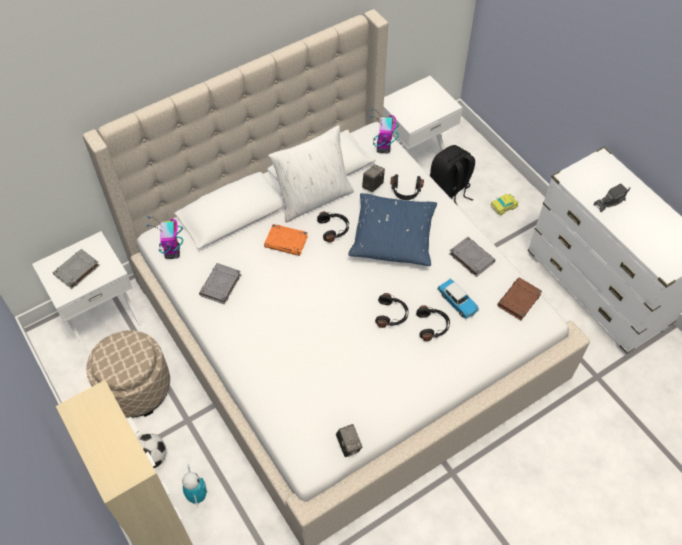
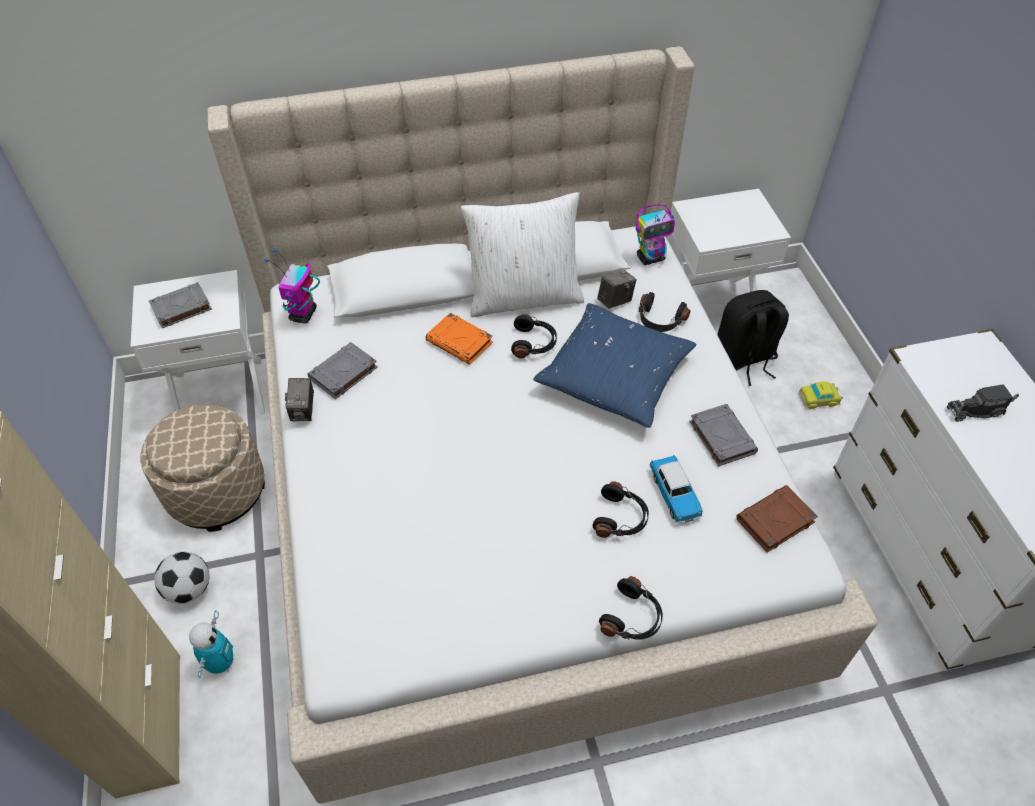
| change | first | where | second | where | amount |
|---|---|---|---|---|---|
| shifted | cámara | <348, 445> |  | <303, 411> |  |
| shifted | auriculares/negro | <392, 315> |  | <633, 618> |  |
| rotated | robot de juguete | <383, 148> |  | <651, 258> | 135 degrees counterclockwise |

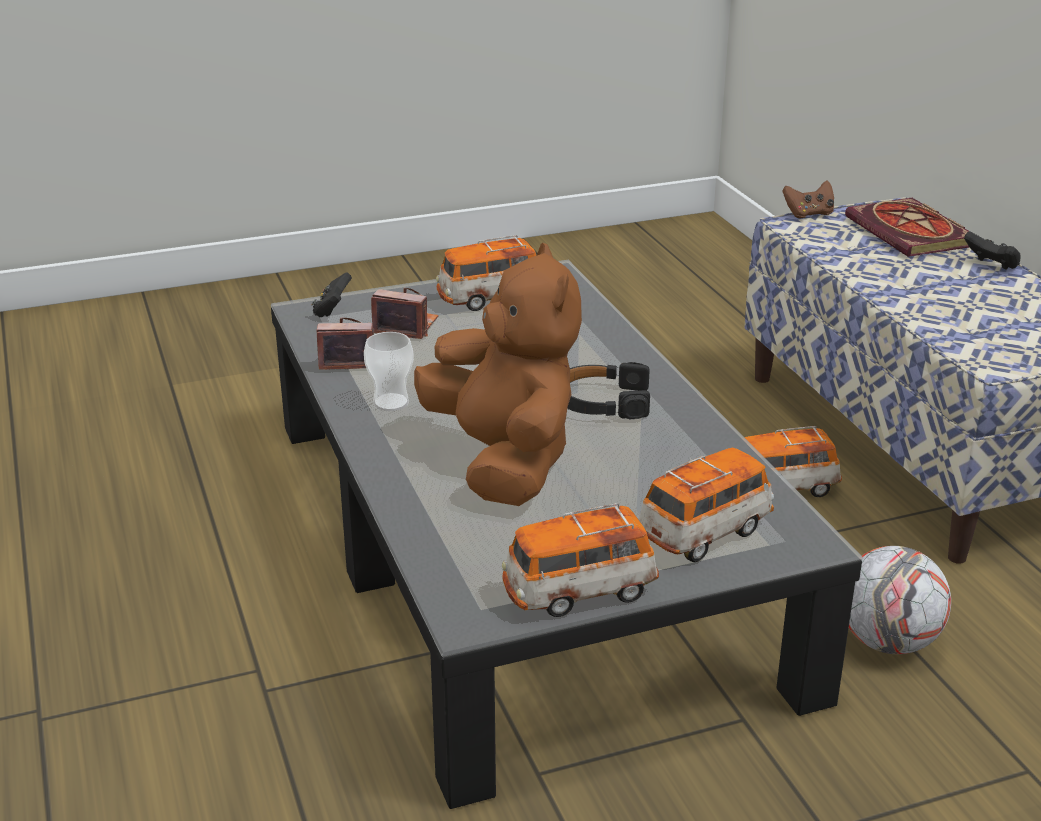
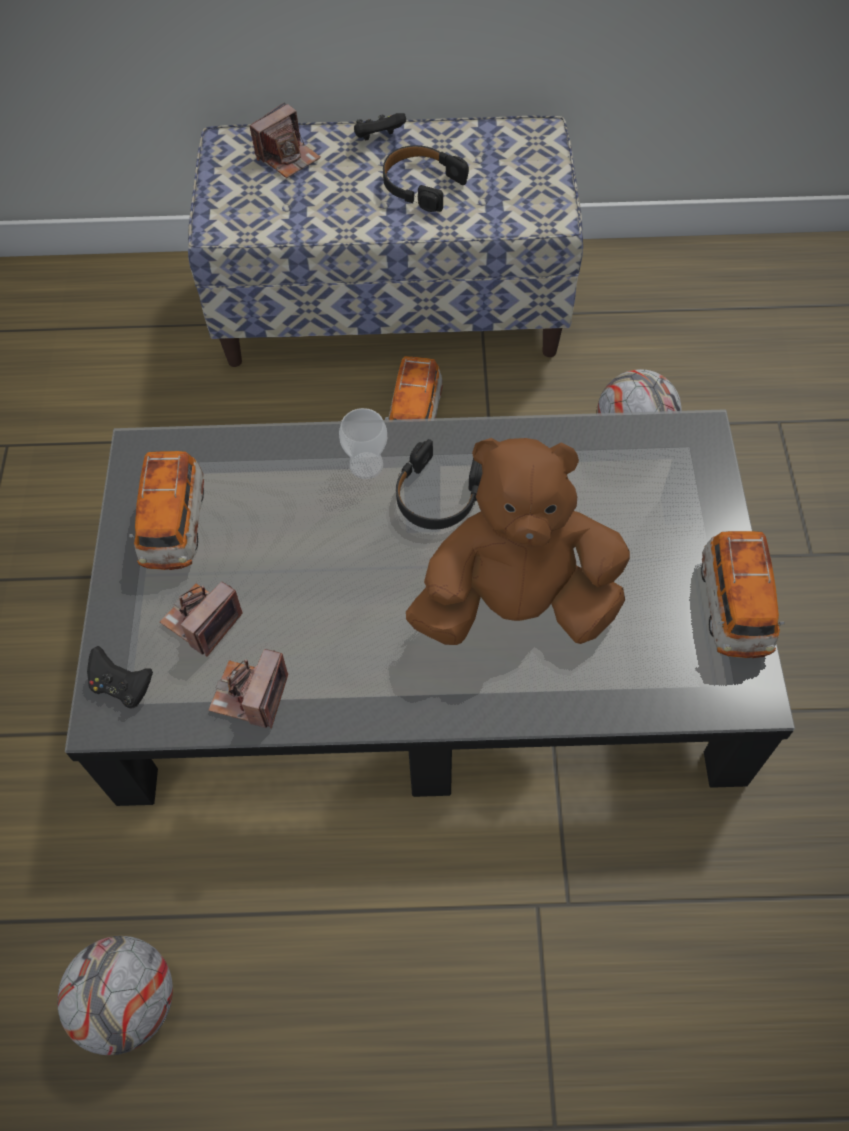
| change | first | where | second | where | amount |
|---|---|---|---|---|---|
| new |  |  | balón de fútbol | <129, 1003> |  |
| swapped | libro | <912, 233> | cámara | <288, 157> |  |
| shifted | taza | <391, 402> |  | <366, 465> |  |
| new |  |  | auriculares/negro | <421, 185> |  |
| gone | coche de juguete | <705, 533> |  |  |  |
| gone | mando de consola/marrón | <809, 214> |  |  |  |

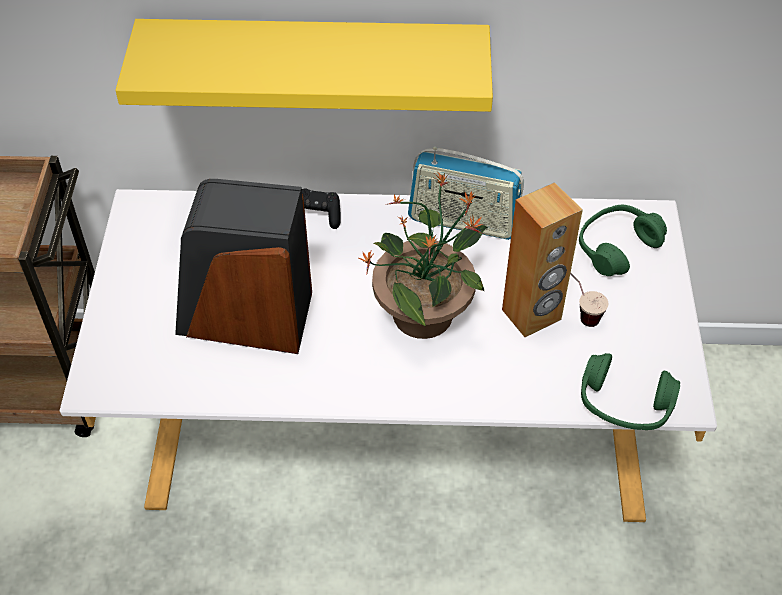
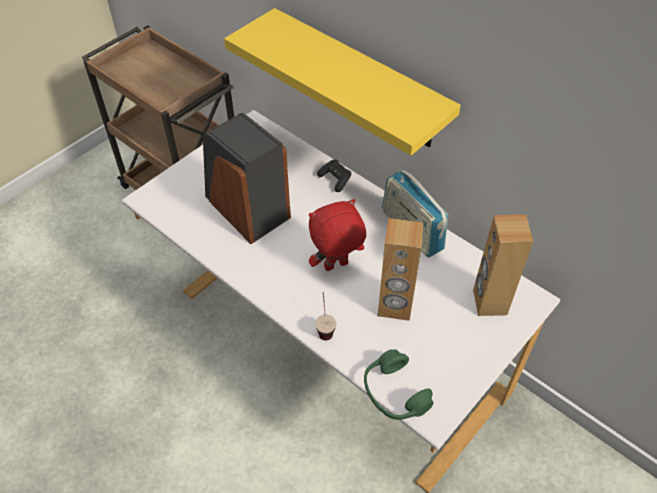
| change | first | where | second | where | amount |
|---|---|---|---|---|---|
| swapped | planta en maceta | <425, 314> | peluche/rojo | <336, 266> |  |
| shifted | taza | <580, 313> |  | <325, 327> |  |
| swapped | auriculares/verde | <616, 247> | altavoz/marrón | <489, 302> |  |

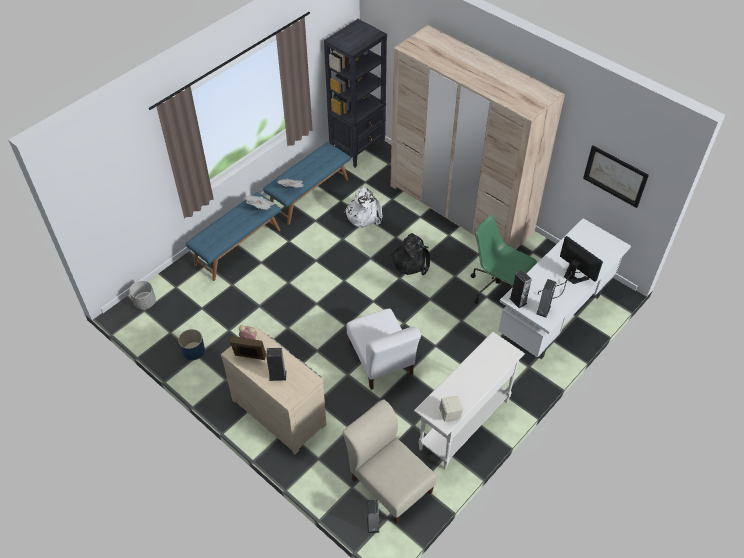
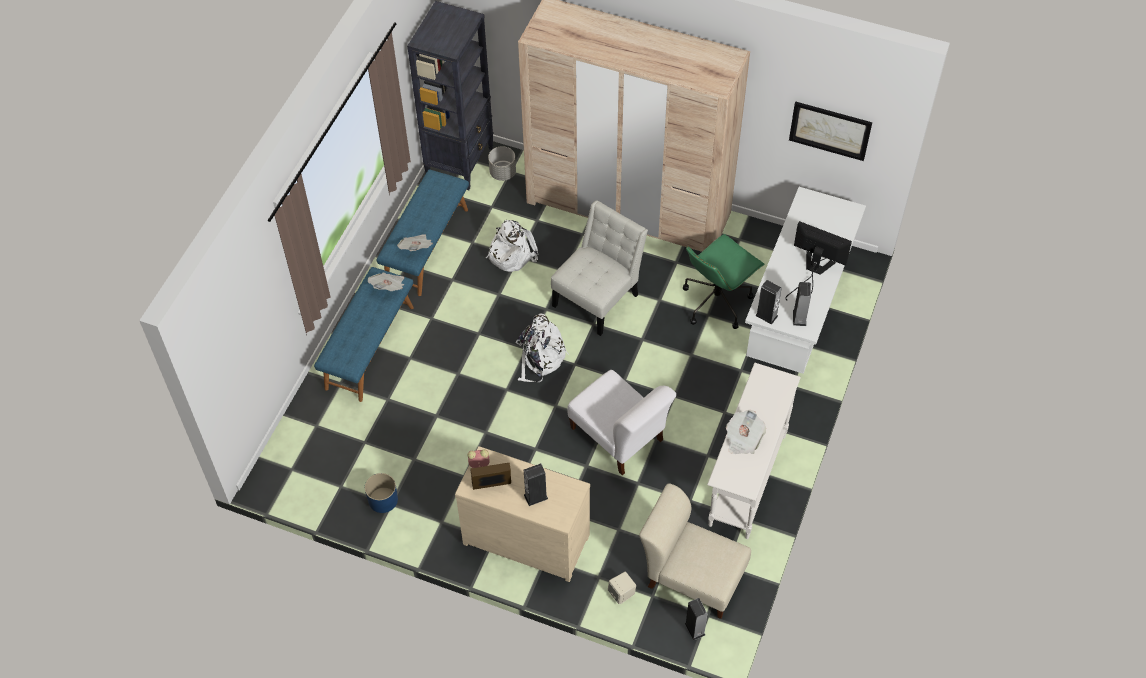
| change | first | where | second | where | amount |
|---|---|---|---|---|---|
| shifted | maceta/gris | <145, 302> |  | <502, 173> |  |
| new |  |  | mochila/blanco | <540, 358> |  |
| swapped | mochila/negro | <411, 261> | silla/blanco | <598, 297> |  |
| shifted | altavoz/beis | <450, 415> |  | <622, 594> |  |
| rotated | silla de oficina/verde | <497, 289> |  | <717, 301> | 60 degrees counterclockwise |
| new |  |  | periódico | <743, 439> |  |

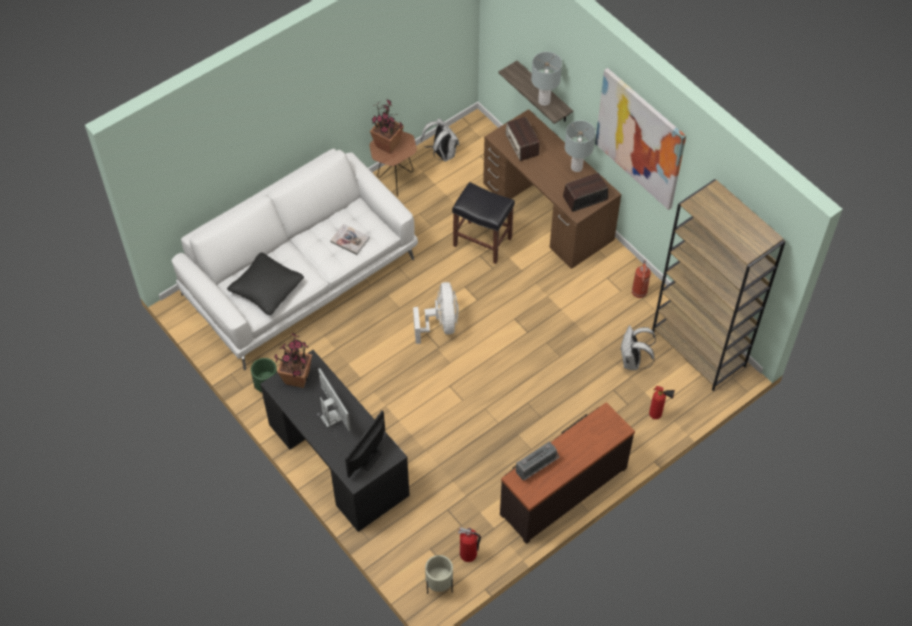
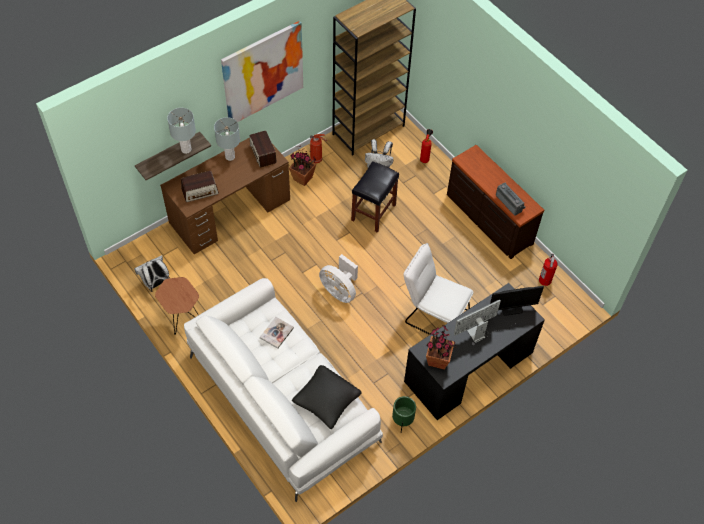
| change | first | where | second | where | amount |
|---|---|---|---|---|---|
| shifted | planta en maceta | <387, 145> |  | <303, 178> |  |
| rotated | ventilador/blanco | <440, 324> |  | <339, 291> | 135 degrees counterclockwise |
| shifted | taburete/negro | <481, 242> |  | <373, 213> |  |
| new |  |  | silla/blanco | <433, 314> |  |
| rotated | monitor | <368, 458> |  | <511, 308> | 45 degrees counterclockwise |
| gone | maceta/beis | <439, 586> |  |  |  |

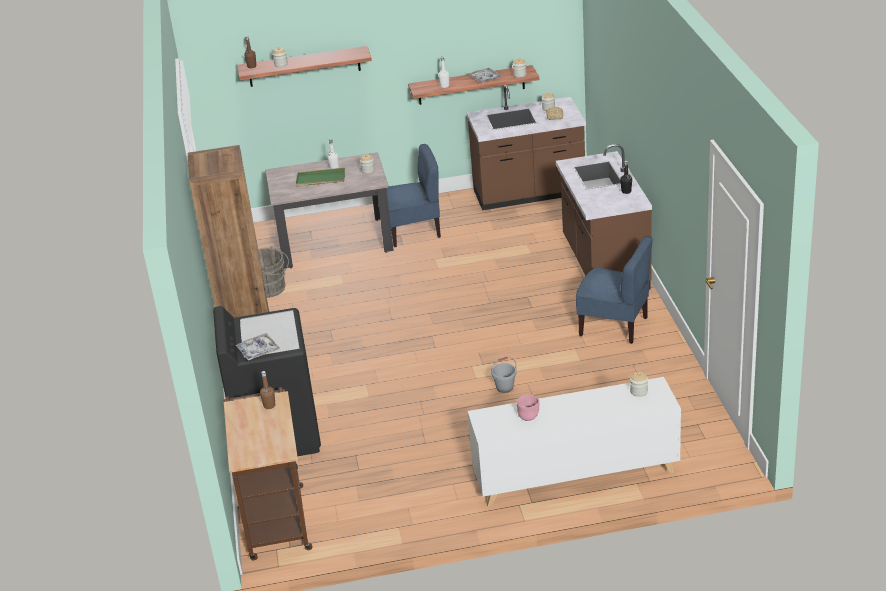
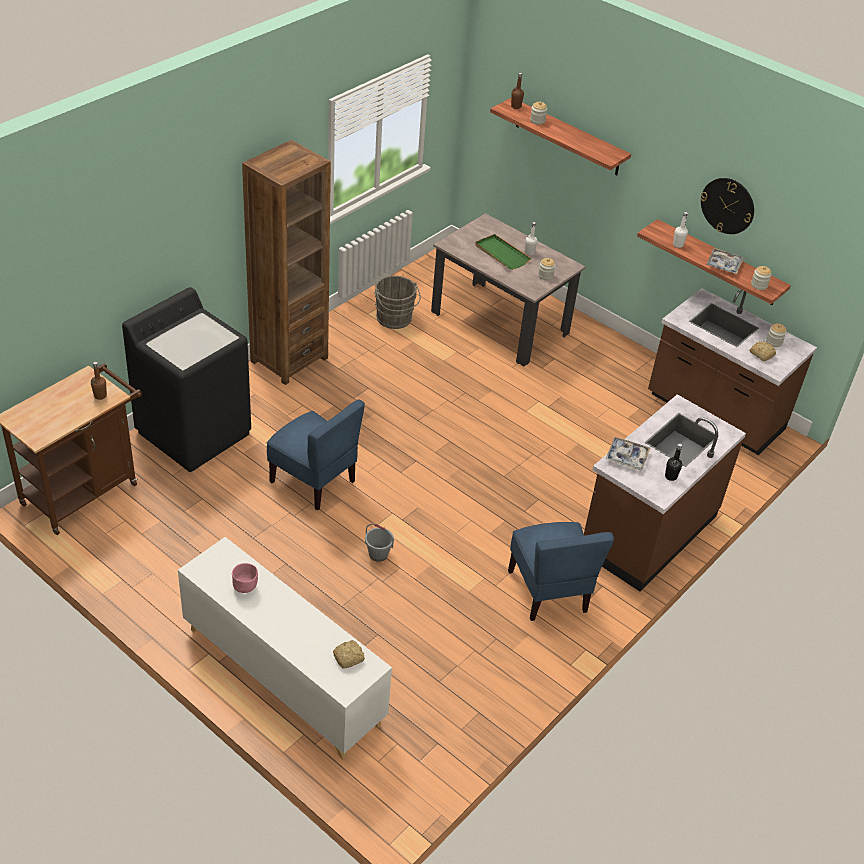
| change | first | where | second | where | amount |
|---|---|---|---|---|---|
| shifted | silla/azul | <413, 231> |  | <314, 481> |  |
| swapped | tarro | <639, 391> | pan | <349, 658> |  |
| shifted | bandeja | <258, 351> |  | <627, 457> |  |
| new |  |  | reloj de pared | <727, 205> |  |

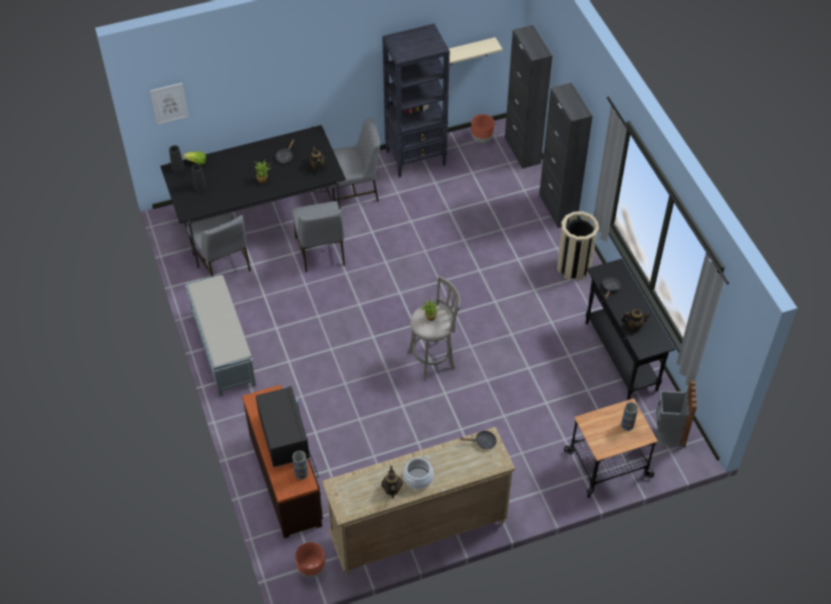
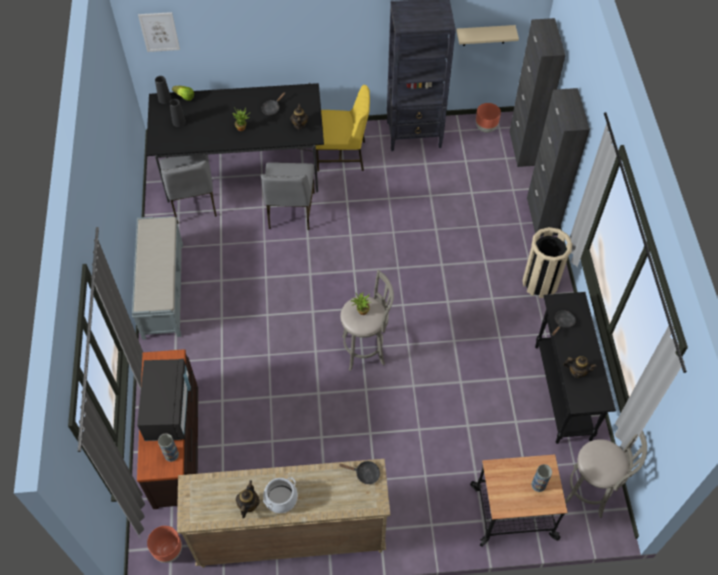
| change | first | where | second | where | amount |
|---|---|---|---|---|---|
| repainted | silla/gris | <353, 191> | silla/amarillo | <342, 155> |  |
| swapped | papelera/gris | <668, 432> | taburete/gris | <590, 492> |  |

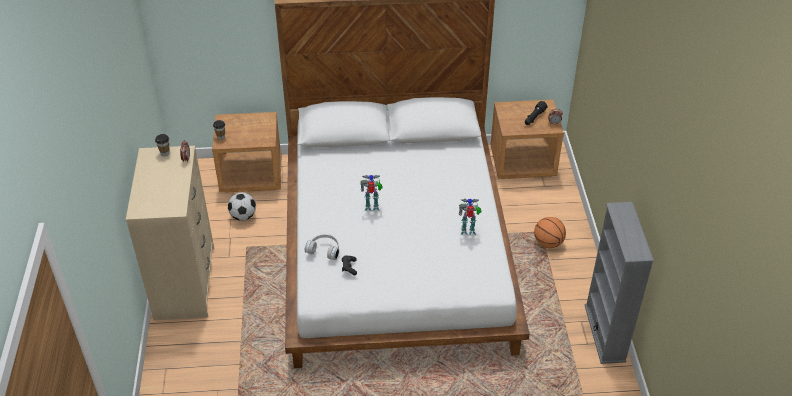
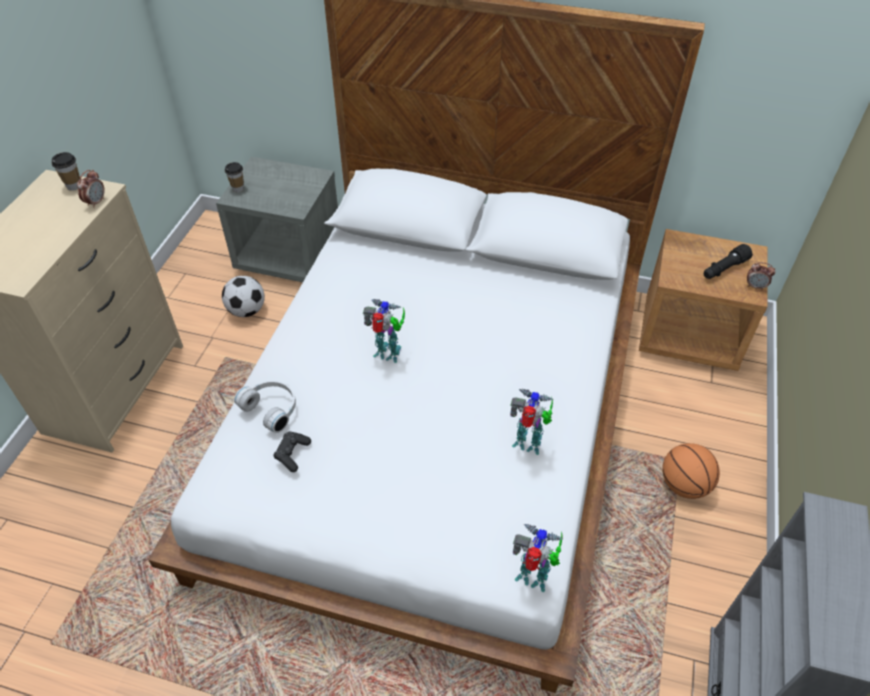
| change | first | where | second | where | amount |
|---|---|---|---|---|---|
| repainted | mesita de noche/marrón | <251, 175> | mesita de noche/gris | <290, 255> |  |
| new |  |  | robot de juguete | <533, 579> |  |

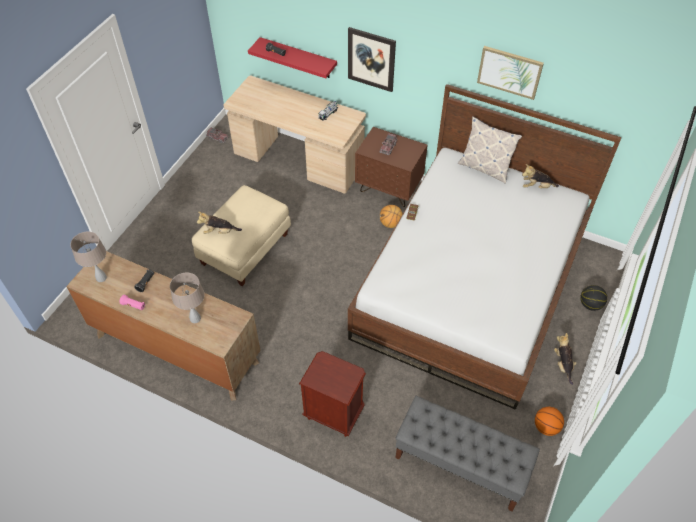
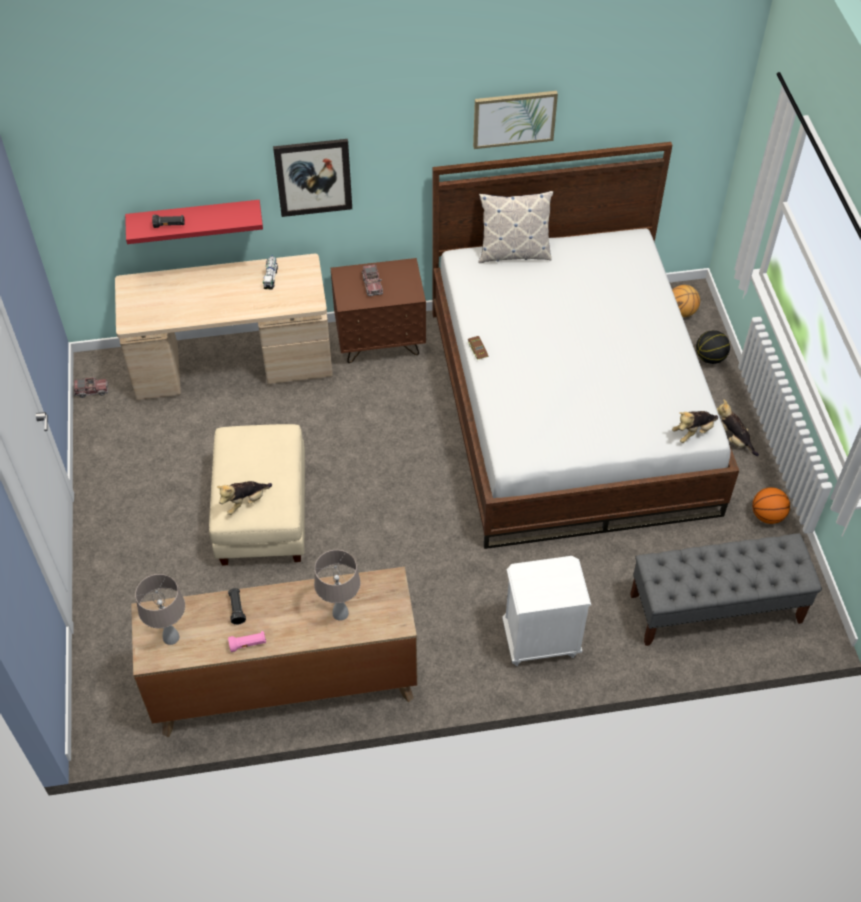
| change | first | where | second | where | amount |
|---|---|---|---|---|---|
| repainted | mesita de noche/marrón | <334, 413> | mesita de noche/blanco | <540, 641> |  |
| shifted | balón de baloncesto | <390, 223> |  | <681, 312> |  |
| shifted | peluche | <536, 187> |  | <693, 432> |  |

